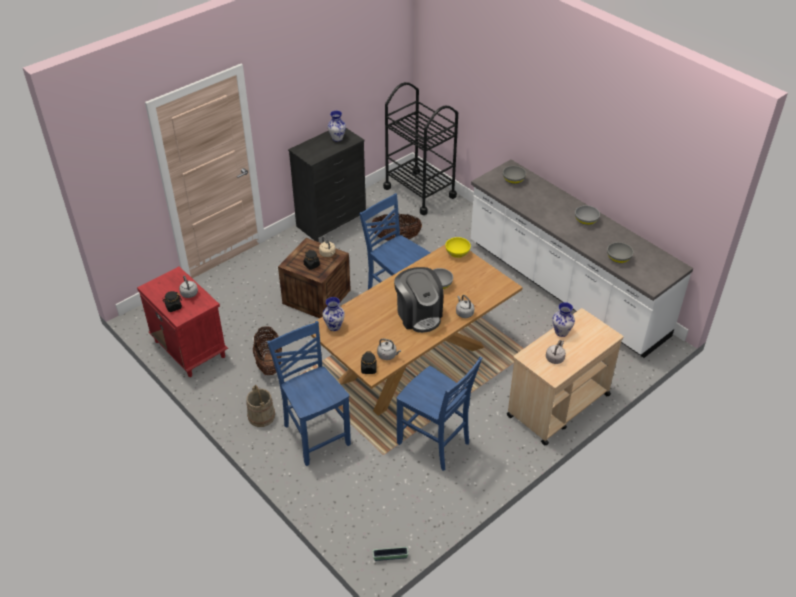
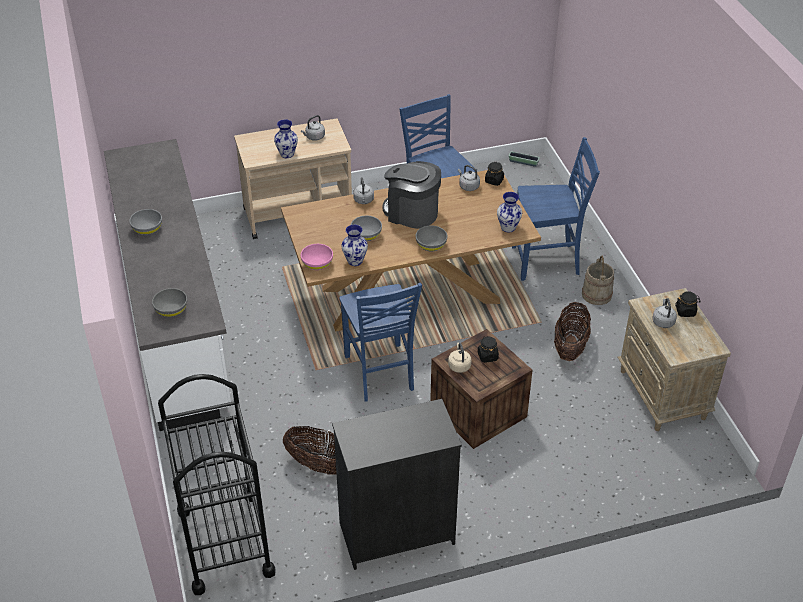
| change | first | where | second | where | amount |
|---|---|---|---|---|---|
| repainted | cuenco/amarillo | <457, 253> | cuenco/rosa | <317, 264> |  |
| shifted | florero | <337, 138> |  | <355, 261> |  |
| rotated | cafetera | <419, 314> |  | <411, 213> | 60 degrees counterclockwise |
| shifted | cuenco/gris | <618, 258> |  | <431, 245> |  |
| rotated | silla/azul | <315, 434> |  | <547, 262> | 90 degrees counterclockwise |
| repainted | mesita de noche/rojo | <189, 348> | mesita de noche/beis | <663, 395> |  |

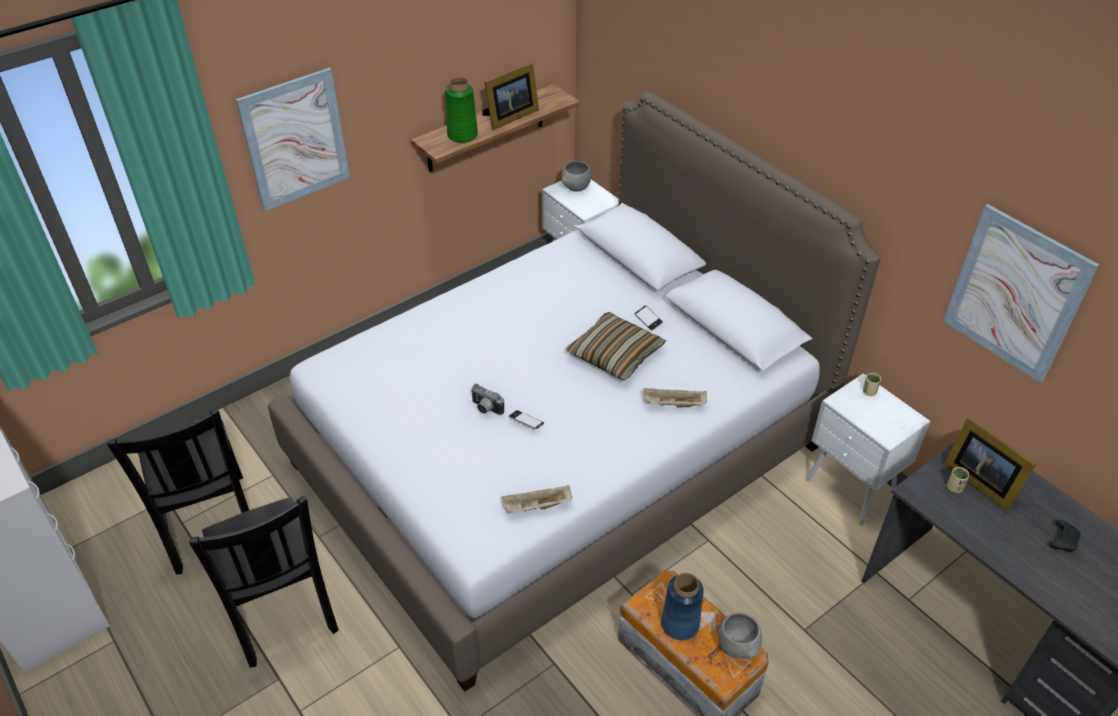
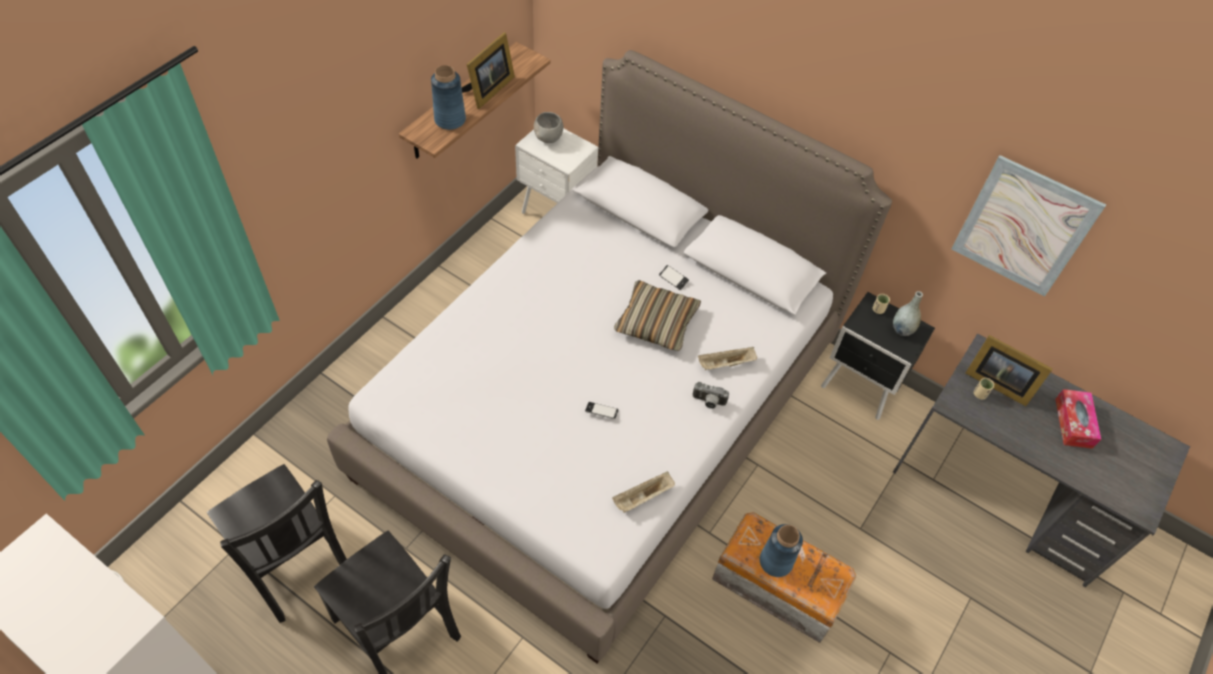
| change | first | where | second | where | amount |
|---|---|---|---|---|---|
| repainted | florero/verde | <463, 135> | florero/azul | <450, 120> |  |
| shifted | cámara | <485, 409> |  | <708, 402> |  |
| repainted | mesita de noche/blanco | <850, 491> | mesita de noche/negro | <860, 390> |  |
| new |  |  | florero/gris | <902, 330> |  |
| swapped | mando de consola/negro | <1062, 540> | caja de pañuelos | <1073, 423> |  |
| gone | cuadro | <295, 140> |  |  |  |
| gone | cuenco/gris | <737, 648> |  |  |  |

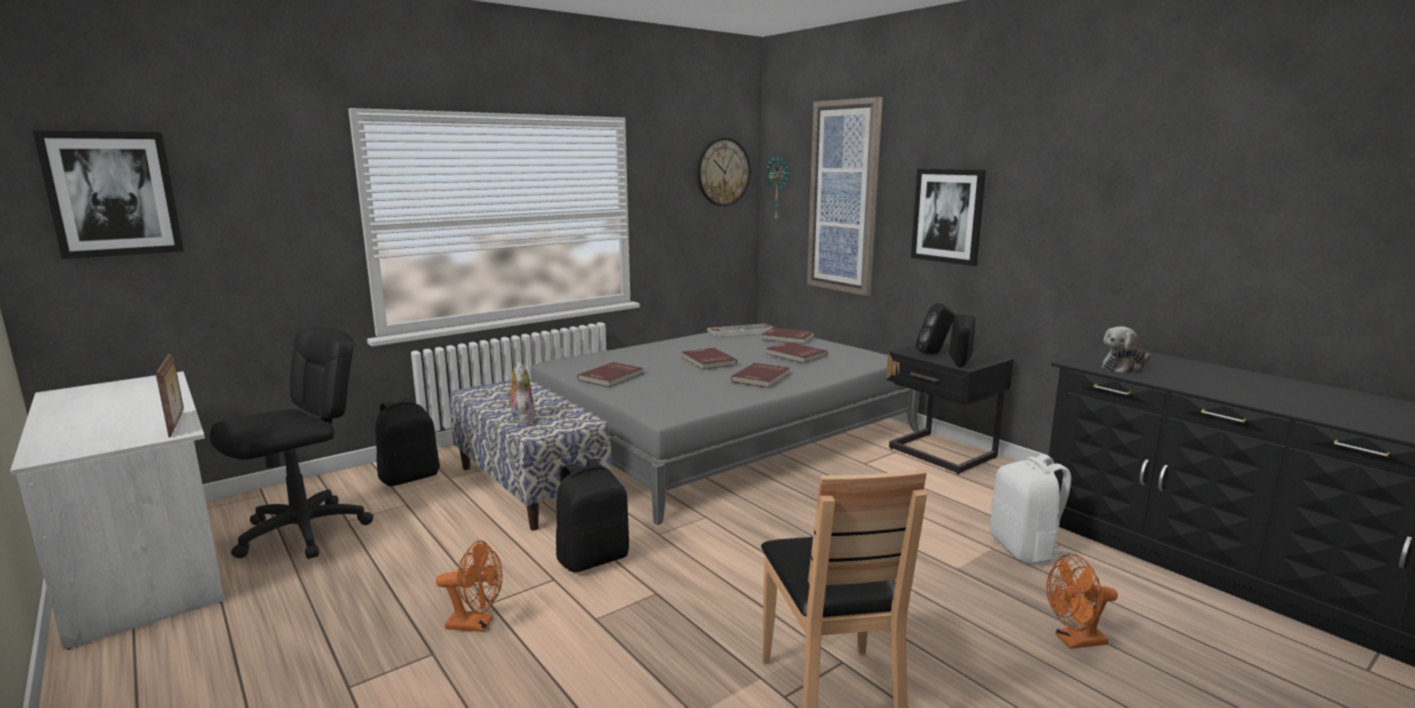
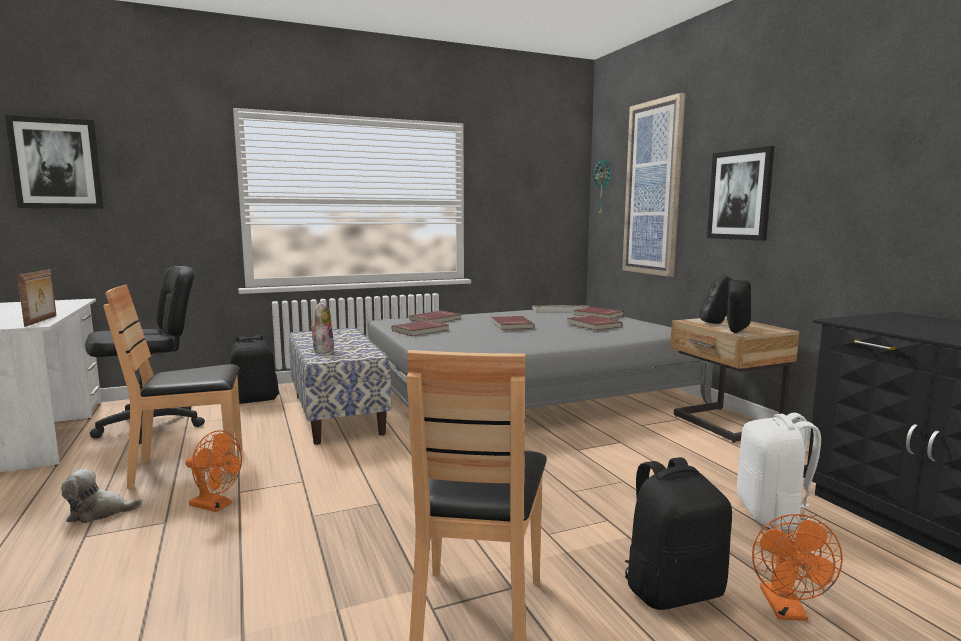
| change | first | where | second | where | amount |
|---|---|---|---|---|---|
| shifted | peluche | <1124, 367> |  | <99, 512> |  |
| new |  |  | silla/marrón | <190, 468> |  |
| shifted | libro/rojo | <762, 378> |  | <436, 319> |  |
| shifted | mochila/negro | <593, 558> |  | <673, 590> |  |
| repainted | mesita de noche/negro | <940, 454> | mesita de noche/beis | <724, 425> |  |
| rotated | ventilador/naranja | <1074, 641> |  | <787, 610> | 90 degrees counterclockwise |
| gone | reloj de pared | <723, 172> |  |  |  |

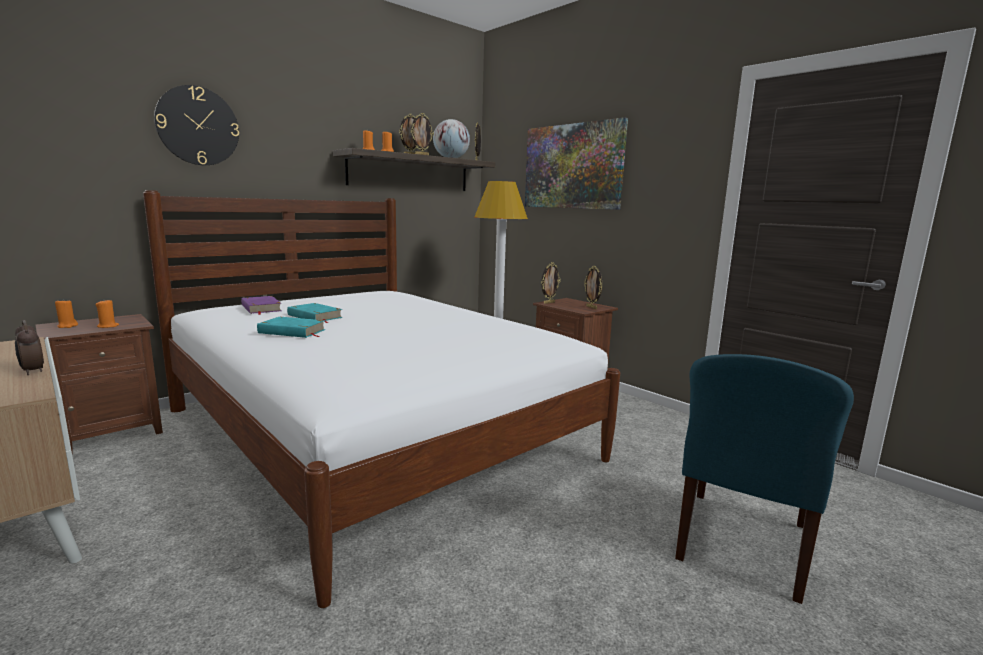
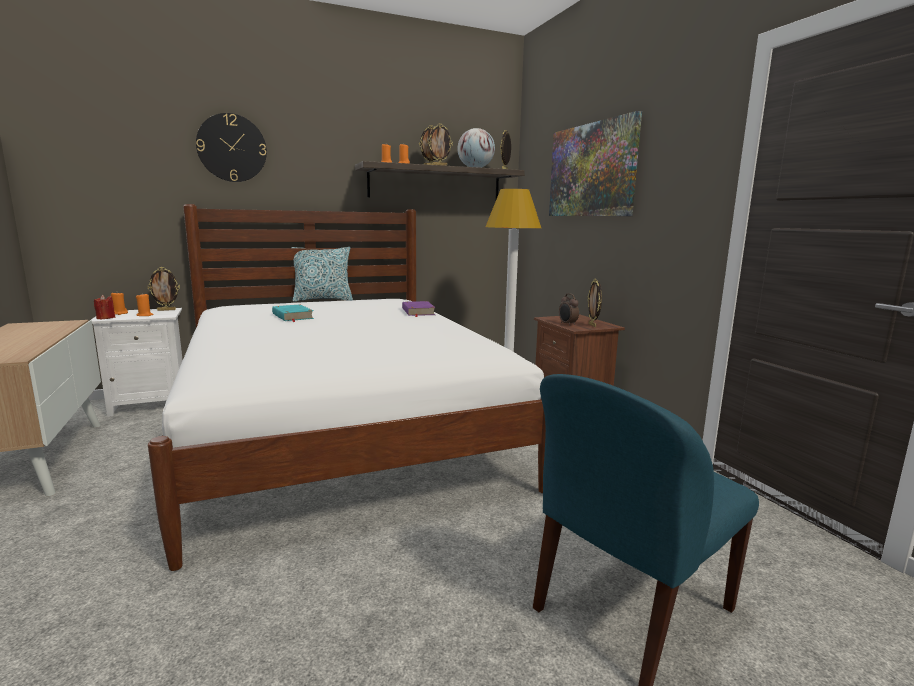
| change | first | where | second | where | amount |
|---|---|---|---|---|---|
| repainted | mesita de noche/marrón | <111, 432> | mesita de noche/blanco | <150, 403> |  |
| new |  |  | vela/rojo | <106, 318> |  |
| shifted | portarretratos | <549, 303> |  | <166, 310> |  |
| new |  |  | cojín | <323, 299> |  |
| shifted | libro/morado | <261, 308> |  | <418, 312> |  |
| shifted | despertador | <32, 371> |  | <567, 324> |  |
| gone | libro/turquesa | <292, 331> |  |  |  |

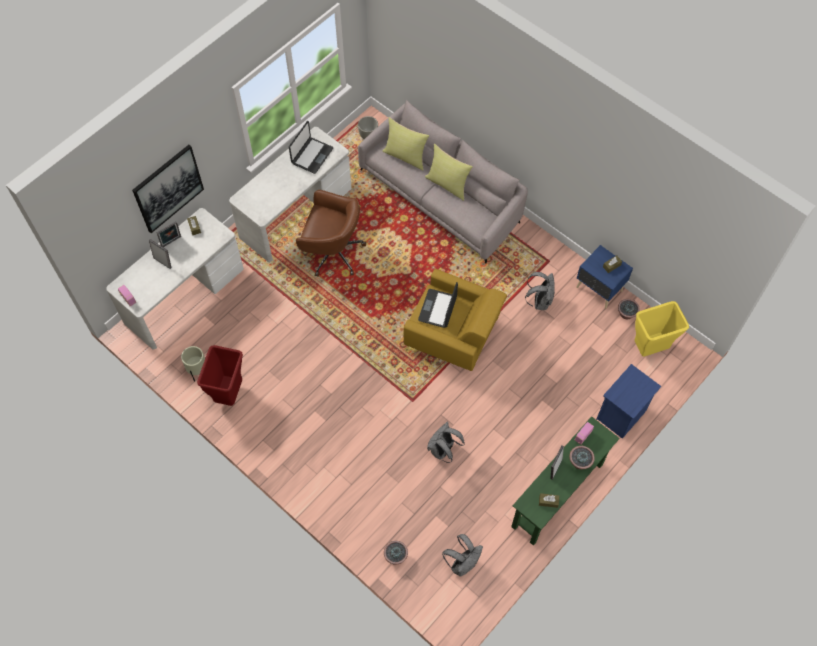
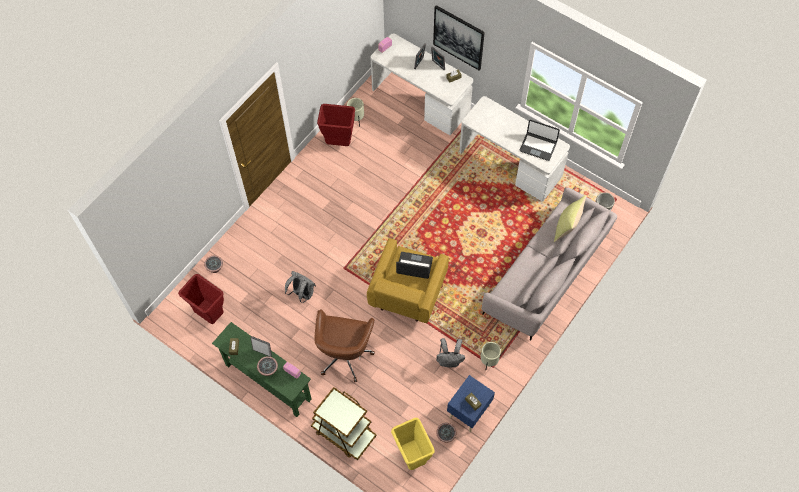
| change | first | where | second | where | amount |
|---|---|---|---|---|---|
| swapped | mochila/gris | <462, 563> | papelera/rojo | <210, 315> |  |
| swapped | mesita de noche/azul | <621, 415> | carrito/marrón | <343, 432> |  |
| shifted | silla de oficina/marrón | <332, 252> |  | <345, 354> |  |
| new |  |  | maceta/beis | <489, 362> |  |
| gone | cojín/amarillo | <448, 184> |  |  |  |

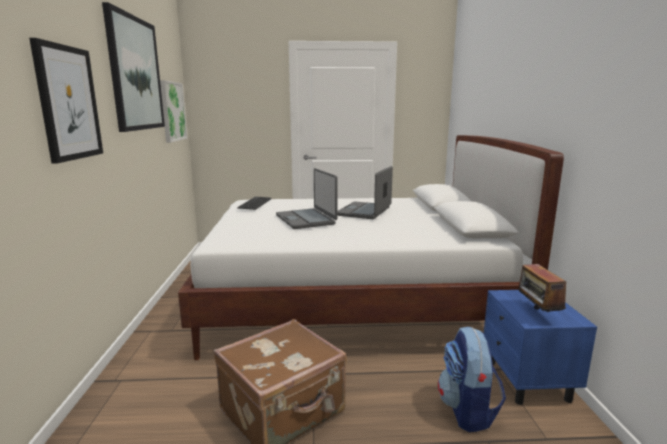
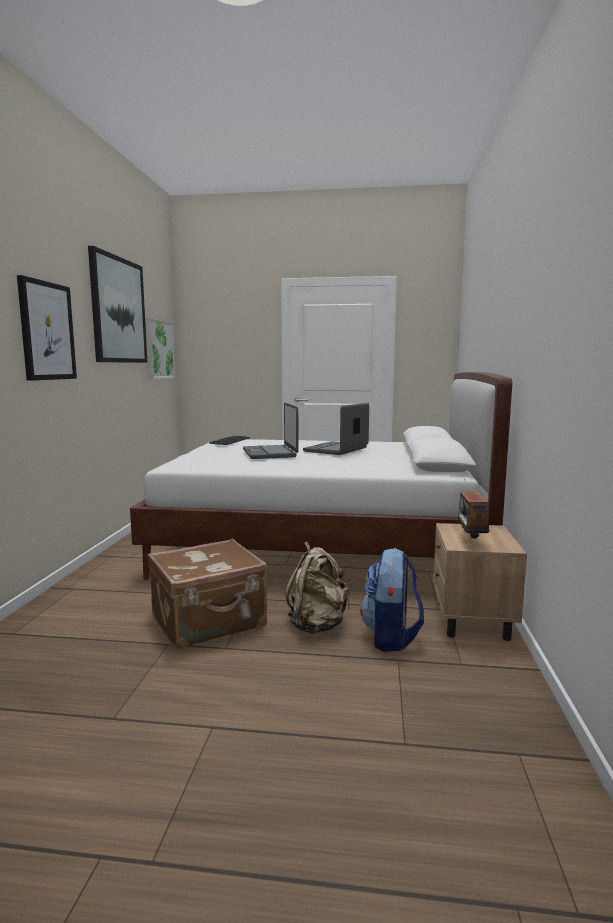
| change | first | where | second | where | amount |
|---|---|---|---|---|---|
| new |  |  | mochila/beis | <318, 625> |  |
| repainted | mesita de noche/azul | <527, 381> | mesita de noche/beis | <472, 621> |  |

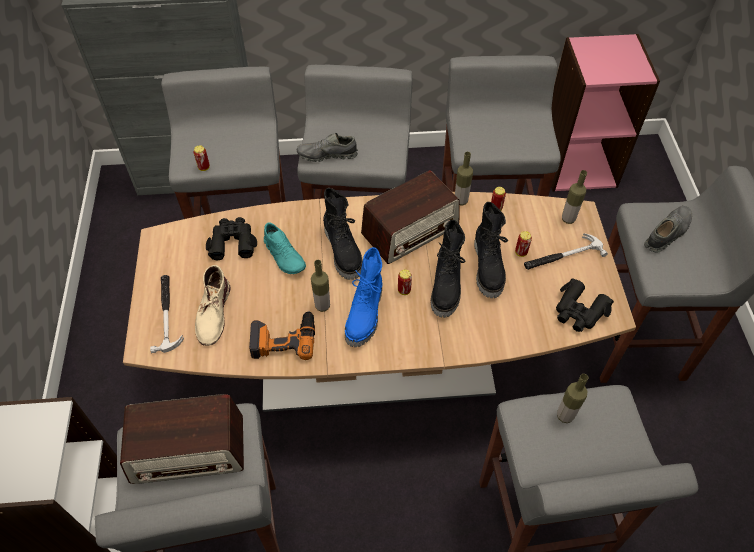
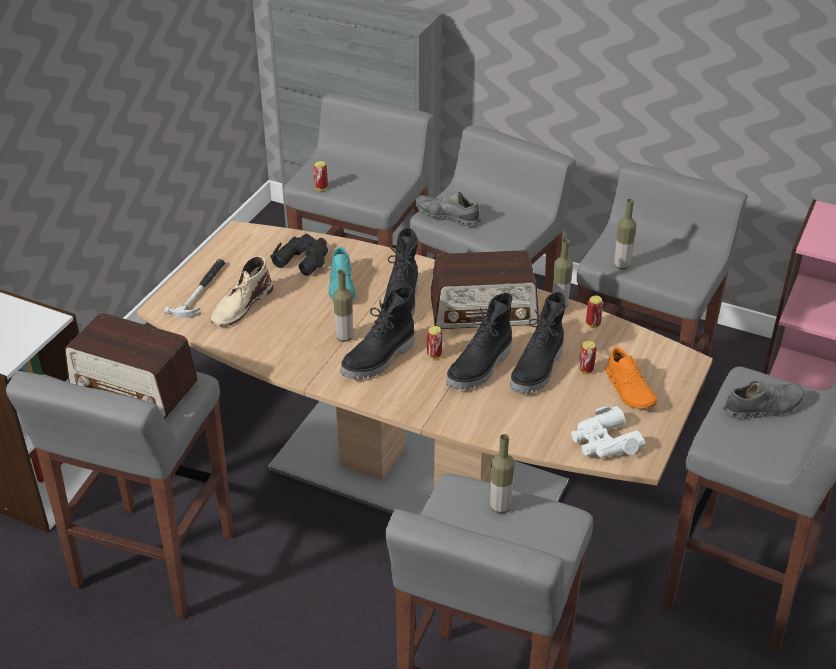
| change | first | where | second | where | amount |
|---|---|---|---|---|---|
| repainted | bota/azul | <366, 315> | bota/negro | <379, 360> |  |
| repainted | prismáticos/negro | <579, 311> | prismáticos/blanco | <604, 442> |  |
| swapped | martillo | <562, 256> | zapato/naranja | <629, 390> |  |
| shifted | botella | <568, 219> |  | <621, 265> |  |
| gone | taladro | <283, 338> |  |  |  |

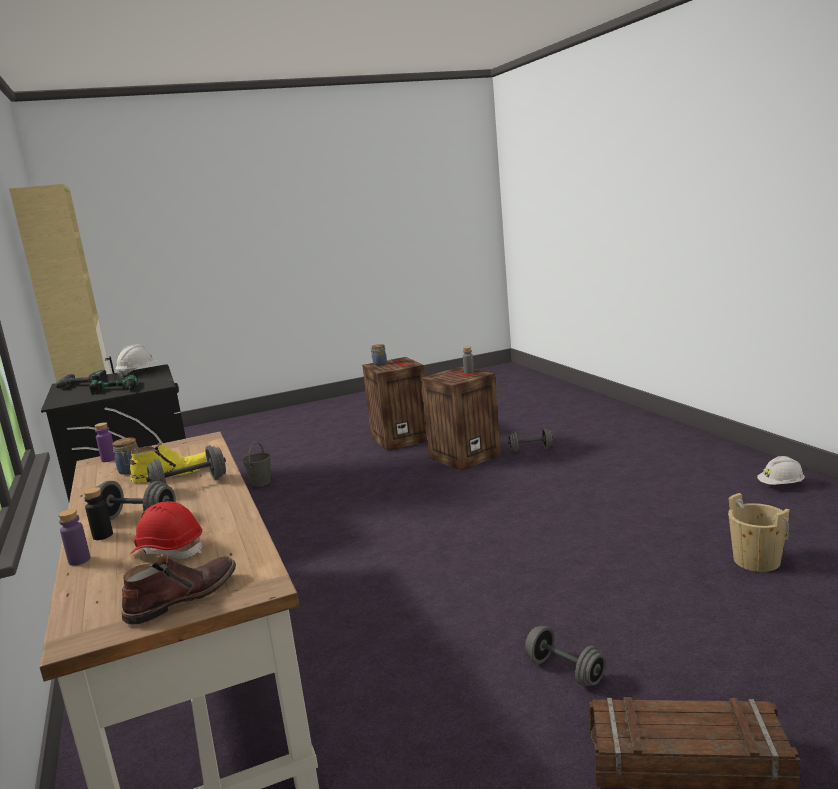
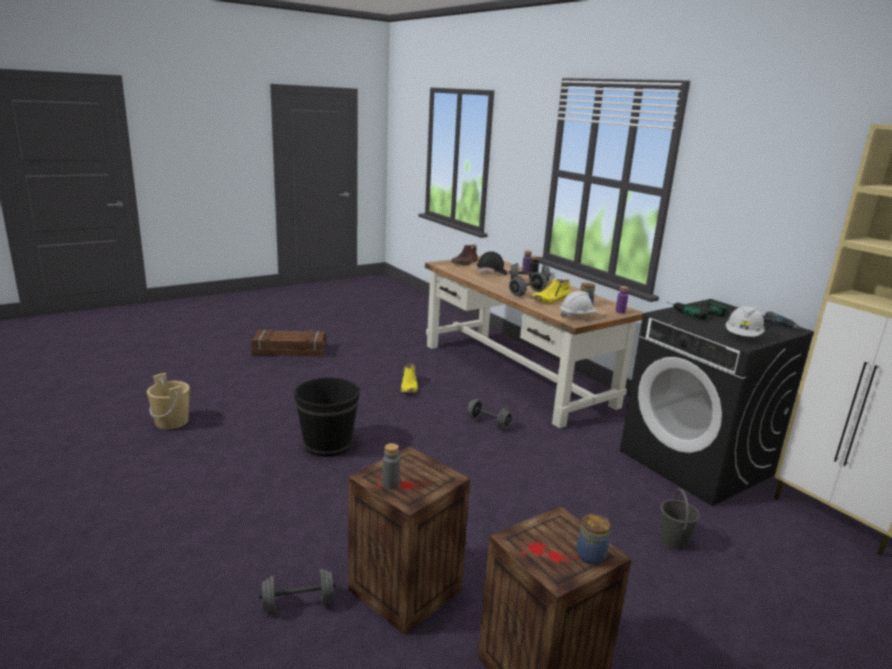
| change | first | where | second | where | amount |
|---|---|---|---|---|---|
| new |  |  | cubo/negro | <327, 444> |  |
| new |  |  | bota/amarillo | <409, 387> |  |
| shifted | mancuerna/gris | <565, 671> |  | <488, 423> |  |
| repainted | casco/rojo | <168, 550> | casco/negro | <491, 272> |  |
| shifted | casco/blanco | <781, 485> |  | <577, 316> |  |

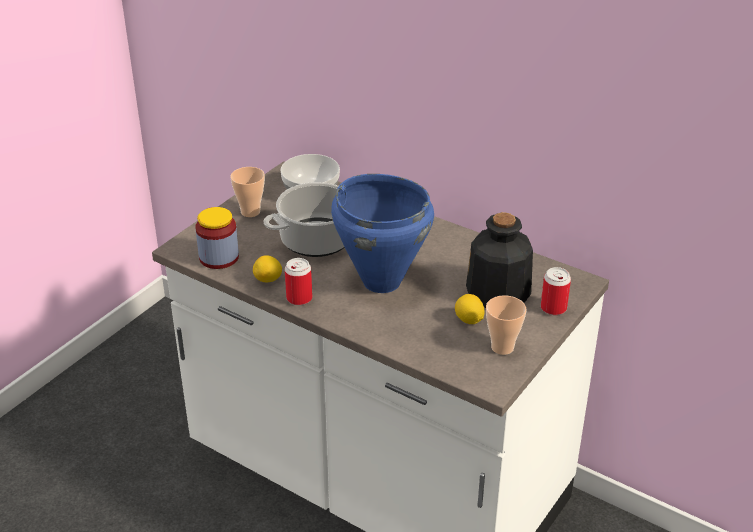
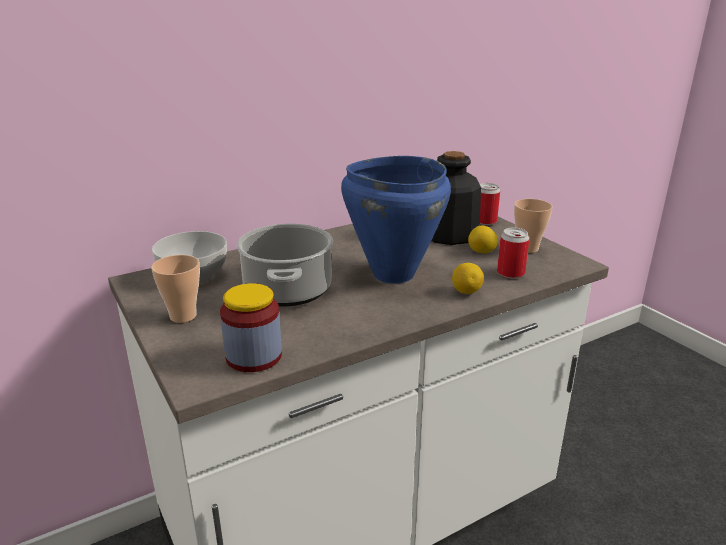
| change | first | where | second | where | amount |
|---|---|---|---|---|---|
| shifted | limón | <268, 280> |  | <466, 292> |  |
| shifted | lata | <299, 298> |  | <510, 273> |  |

